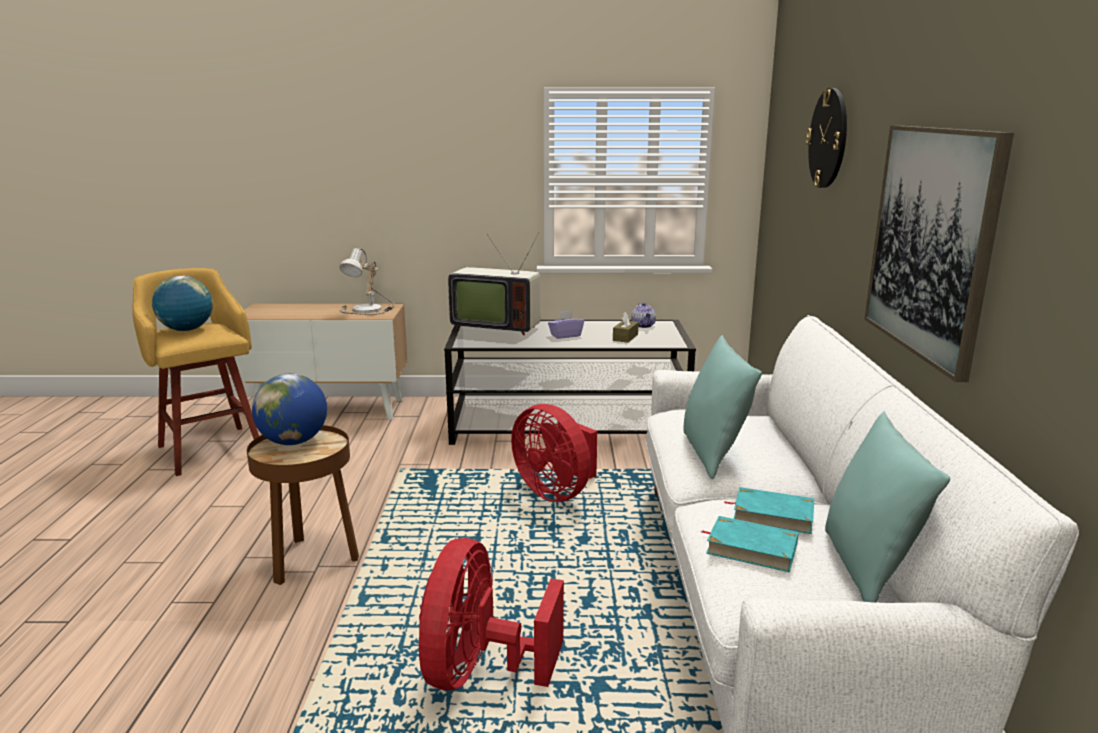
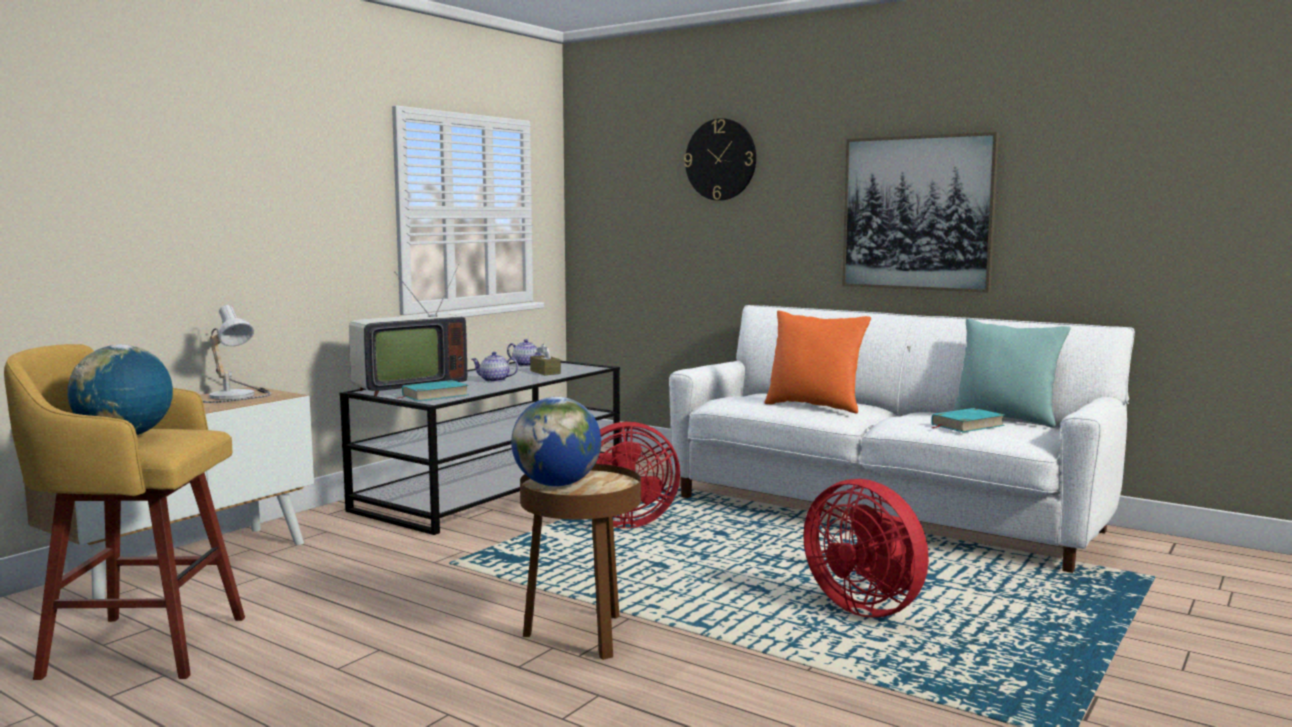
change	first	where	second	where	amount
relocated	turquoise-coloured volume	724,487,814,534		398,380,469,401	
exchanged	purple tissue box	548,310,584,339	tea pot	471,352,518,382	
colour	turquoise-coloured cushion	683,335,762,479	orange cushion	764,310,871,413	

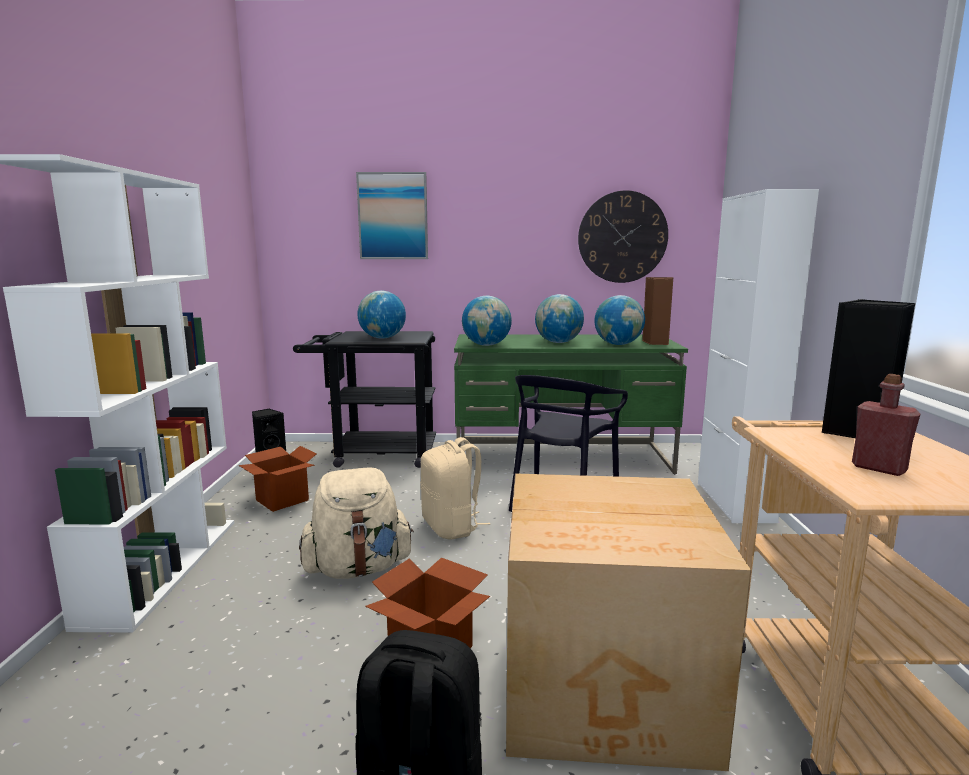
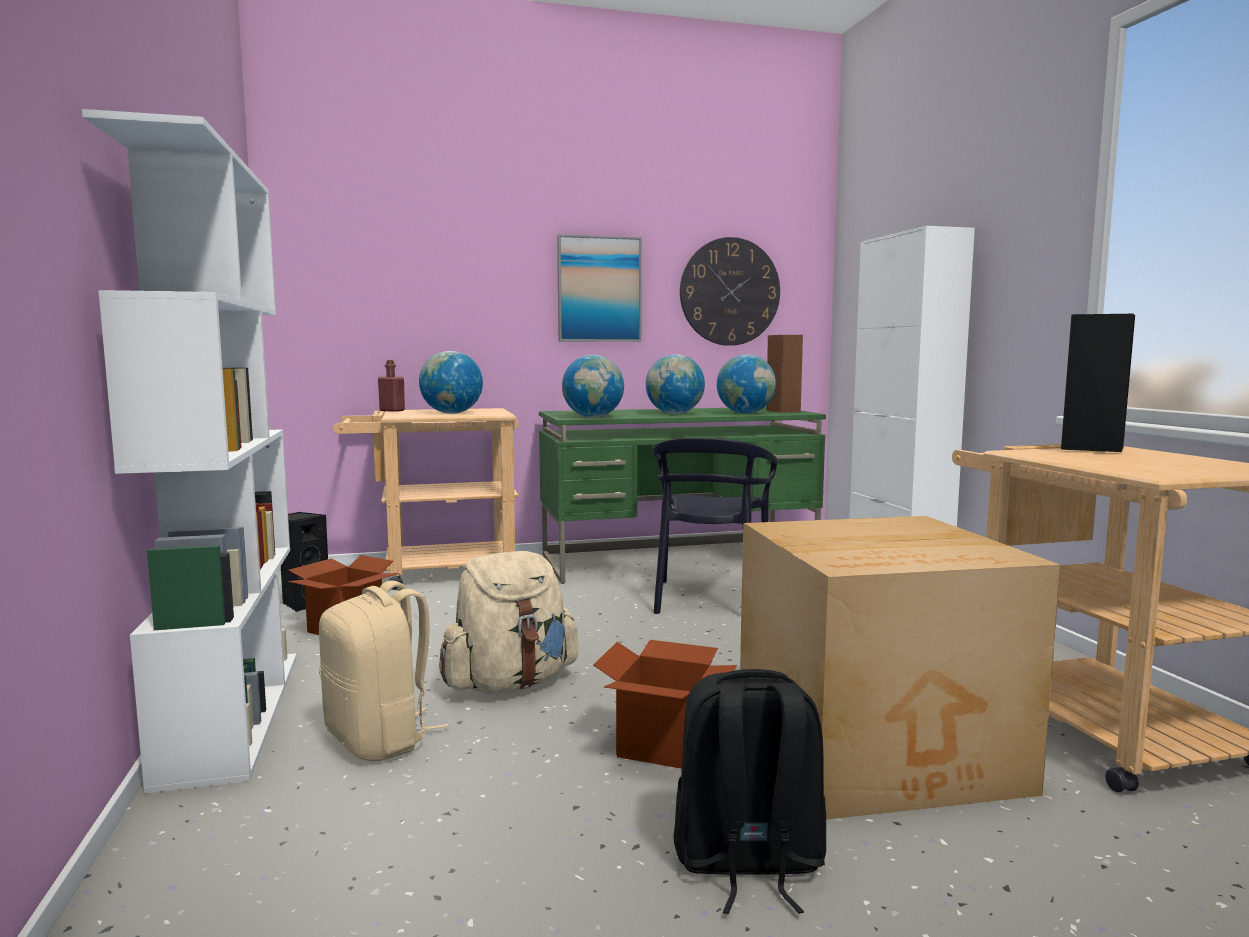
change	first	where	second	where	amount
relocated	wall picture	356,172,428,259		557,234,642,342	
relocated	beige rucksack	420,437,490,540		319,580,449,761	
relocated	reddish beverage bottle	852,374,921,476		378,360,405,412	
colour	black-coloured cart	293,331,436,468	beige cart	333,408,519,590	

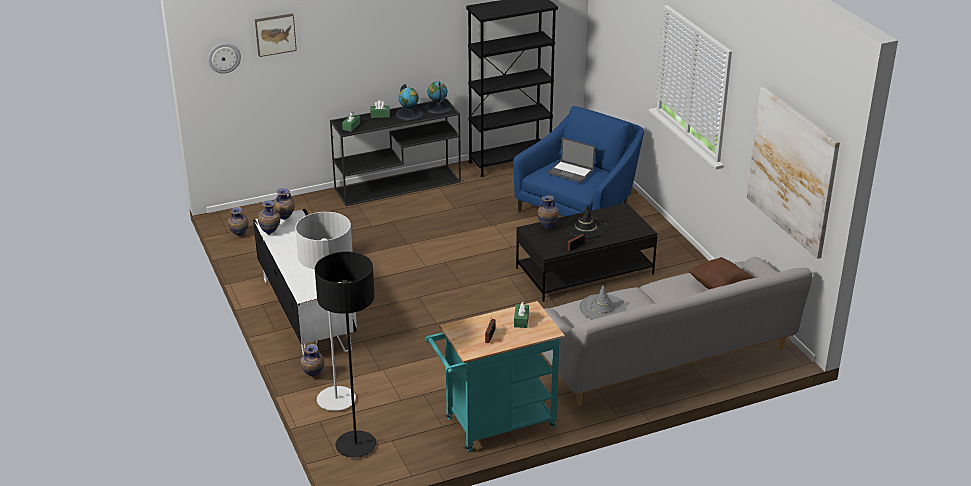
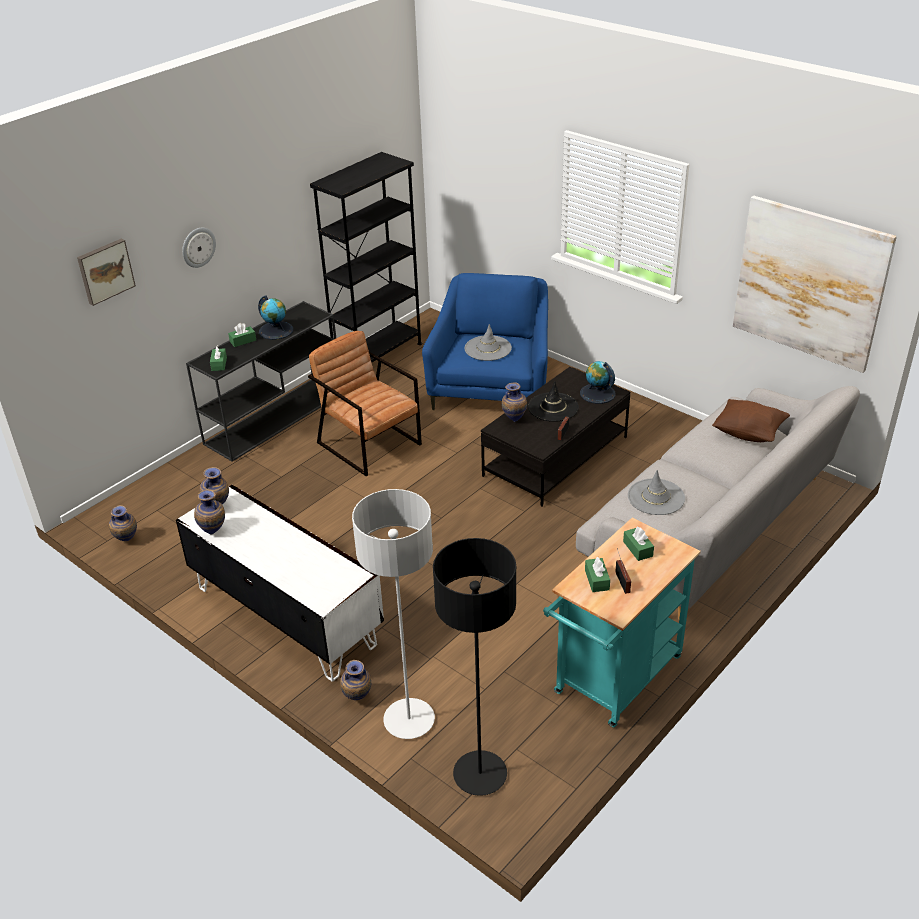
change	first	where	second	where	amount
appeared			brown-coloured lounge chair	308,331,422,476	
appeared			green tissue box	585,557,610,592	
relocated	clock on the wall	208,43,241,74		182,228,216,268	
relocated	world globe	424,81,452,114		580,361,616,404	
exchanged	portable computer	548,137,595,183	grey hat	465,324,512,361	

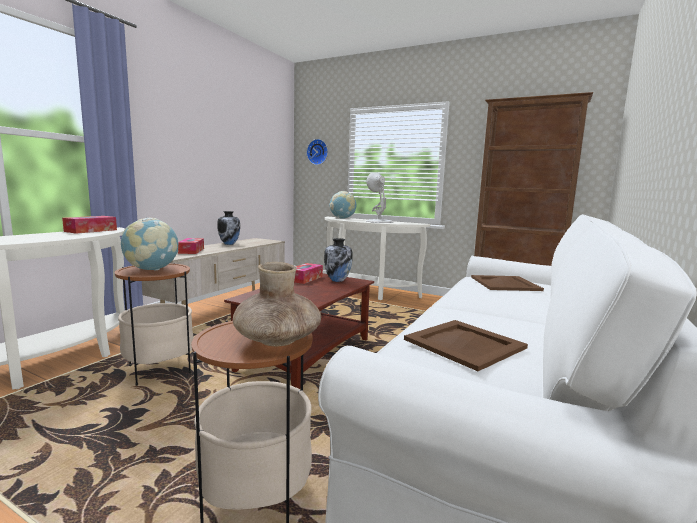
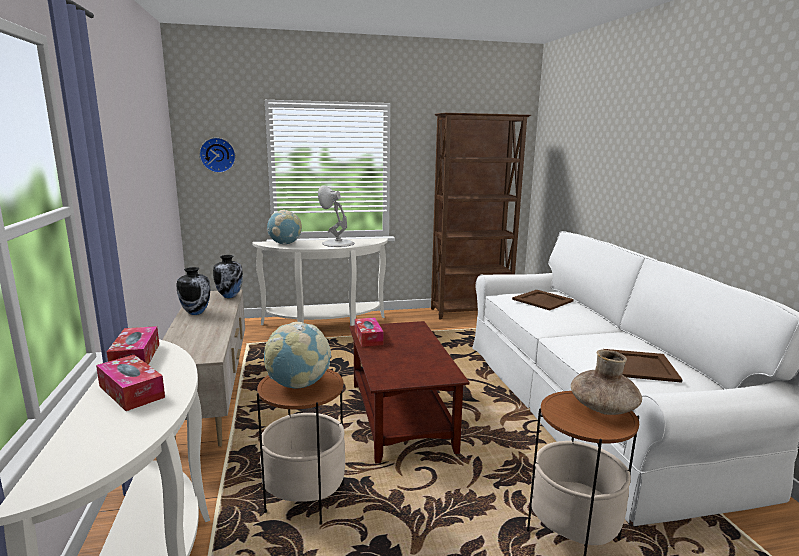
change	first	where	second	where	amount
relocated	tissue box	178,238,204,254		96,355,165,411	
relocated	vase	324,238,352,282		213,255,243,298	

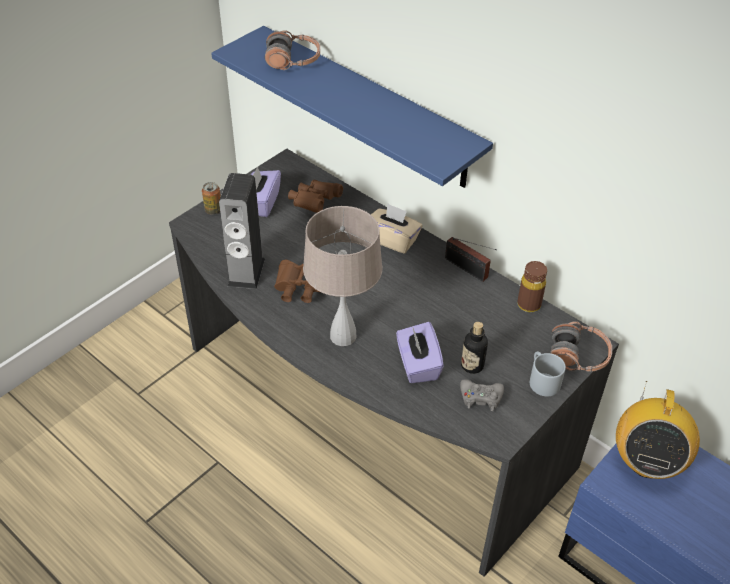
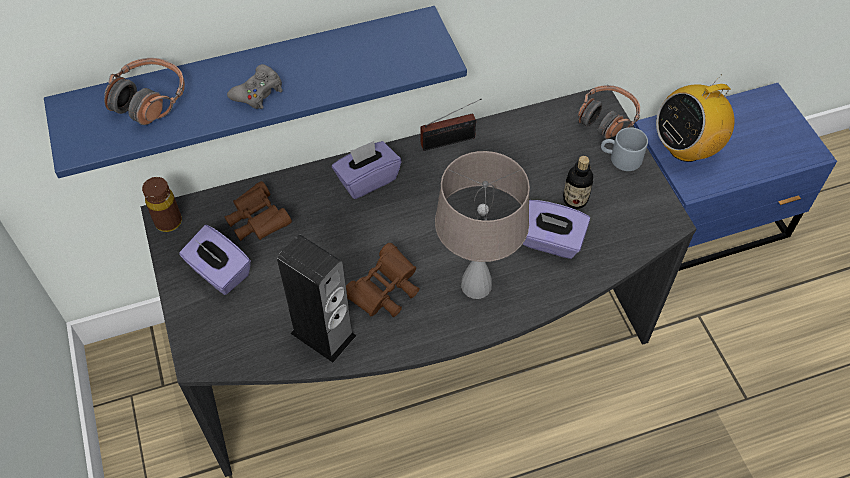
change	first	where	second	where	amount
missing	can	202,182,221,215			
relocated	grey joypad	460,379,504,411		227,64,283,109	
relocated	brown-coloured beverage bottle	517,261,547,312		142,177,182,232	
colour	beige tissue box	371,204,423,253	purple tissue box	332,141,401,199	
spun	radio set	616,381,700,479		656,74,735,162	105 degrees clockwise

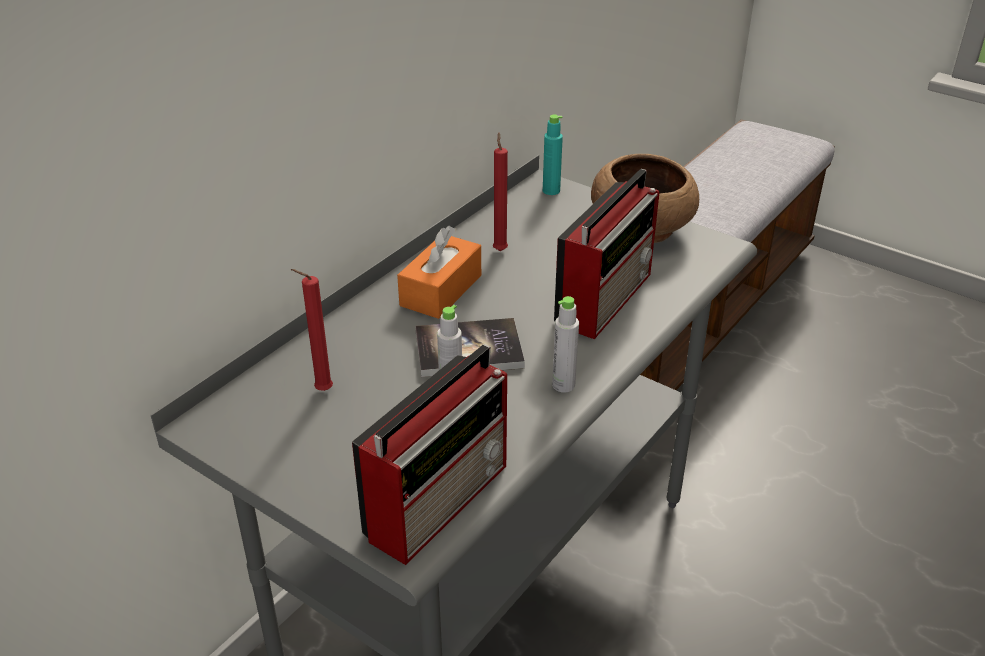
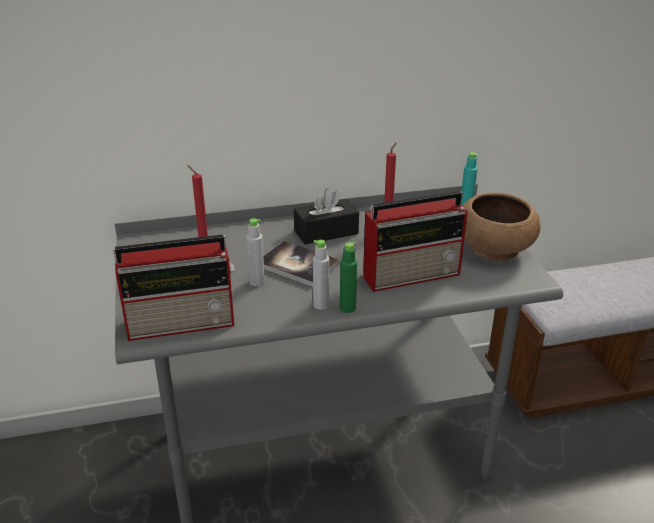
change	first	where	second	where	amount
appeared			green beverage bottle	340,242,357,313	
colour	orange tissue box	397,226,481,319	black-coloured tissue box	294,188,359,245	

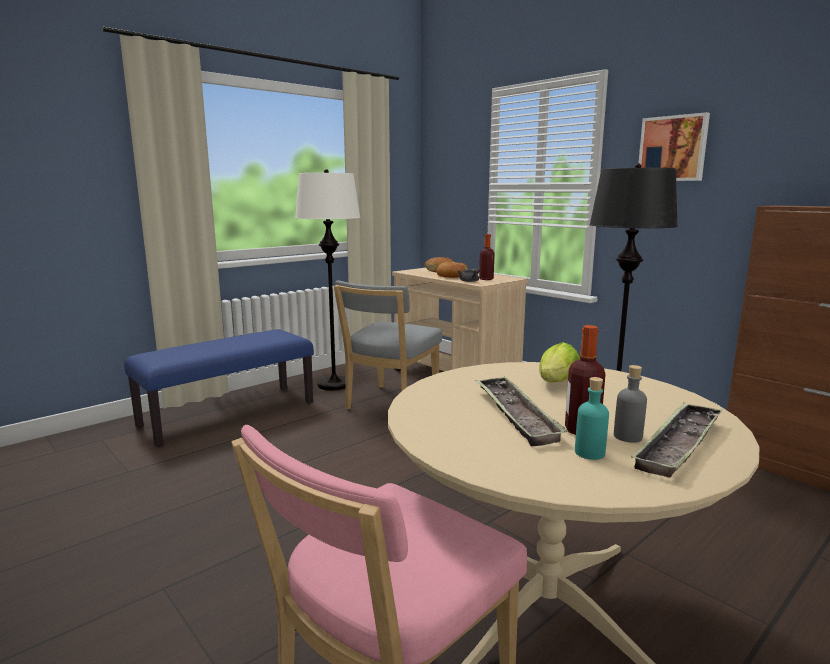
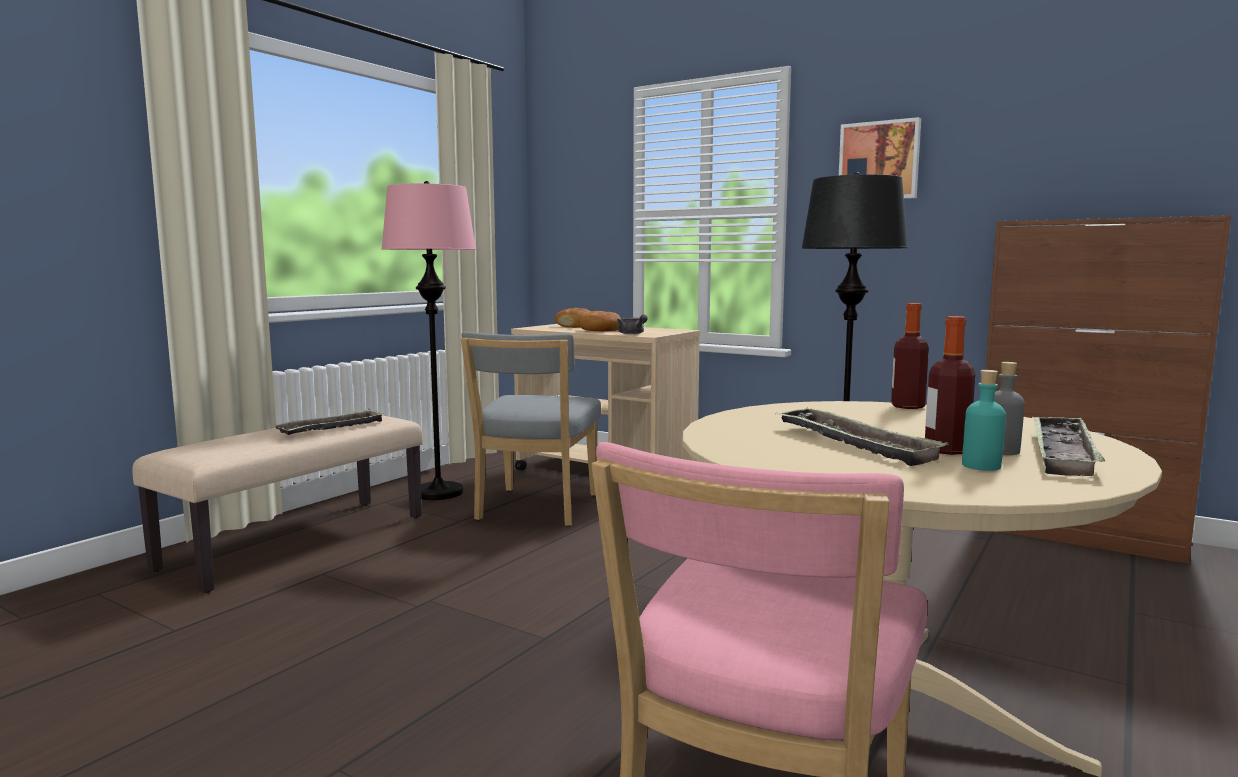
change	first	where	second	where	amount
missing	head of lettuce	539,342,580,383			
appeared			serving tray	274,409,385,435	
relocated	beverage bottle	479,234,495,280		891,303,929,409	
colour	bluish bench	124,329,314,447	beige bench	132,416,423,593	
colour	white-coloured standing lamp	295,169,360,391	pink-coloured standing lamp	381,181,476,500	

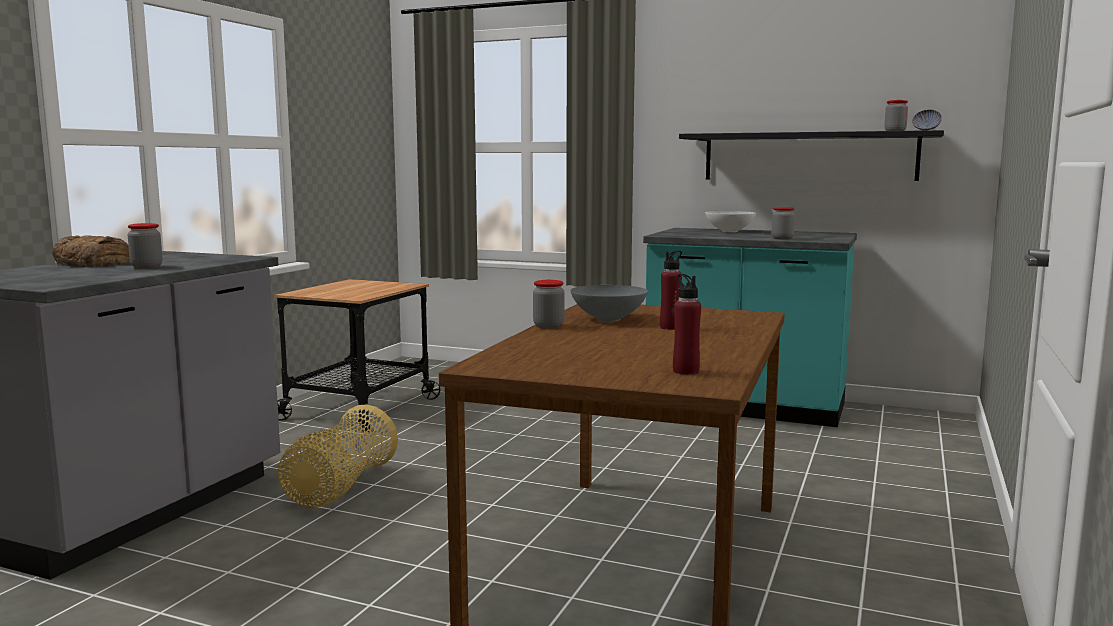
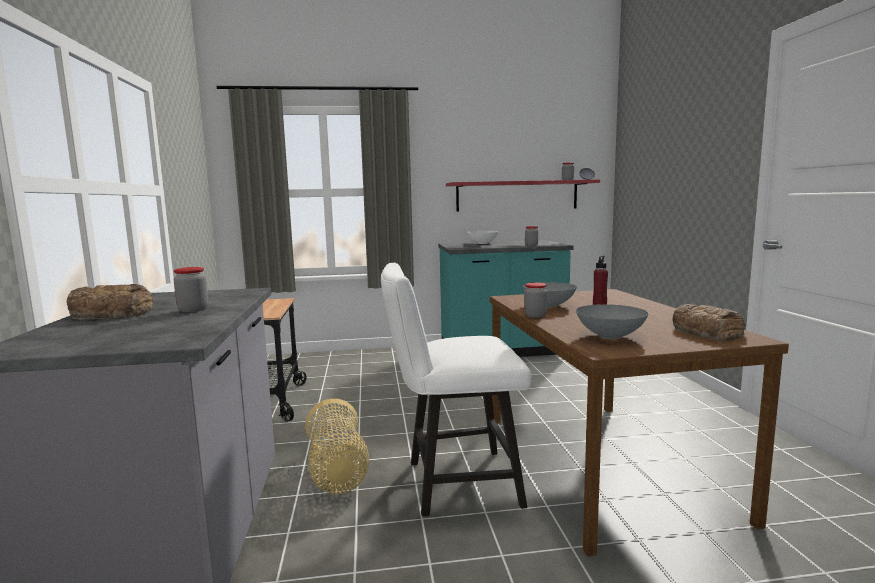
change	first	where	second	where	amount
appeared			white-coloured plain chair	381,263,531,516	
appeared			grey bowl	576,304,648,339	
exchanged	reddish beverage bottle	673,274,701,375	bakery bread	673,303,746,341	
colour	black-coloured bracket shelf	679,130,944,181	reddish bracket shelf	446,180,600,212	

